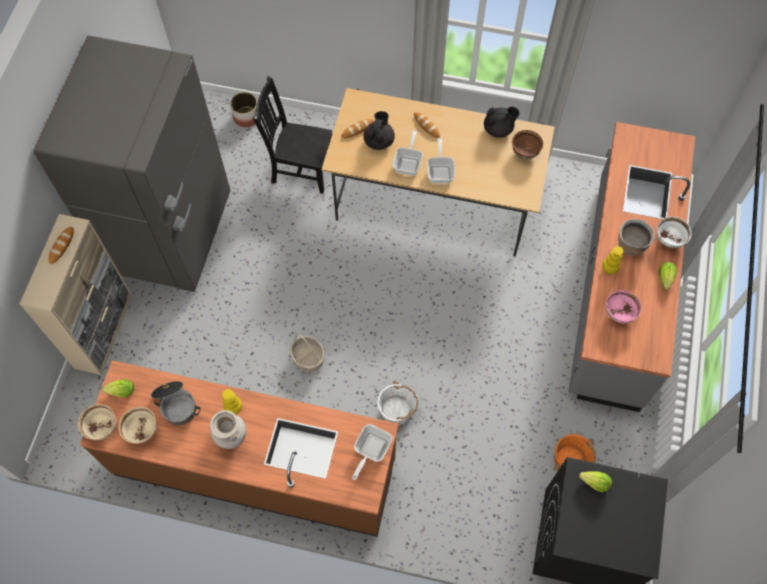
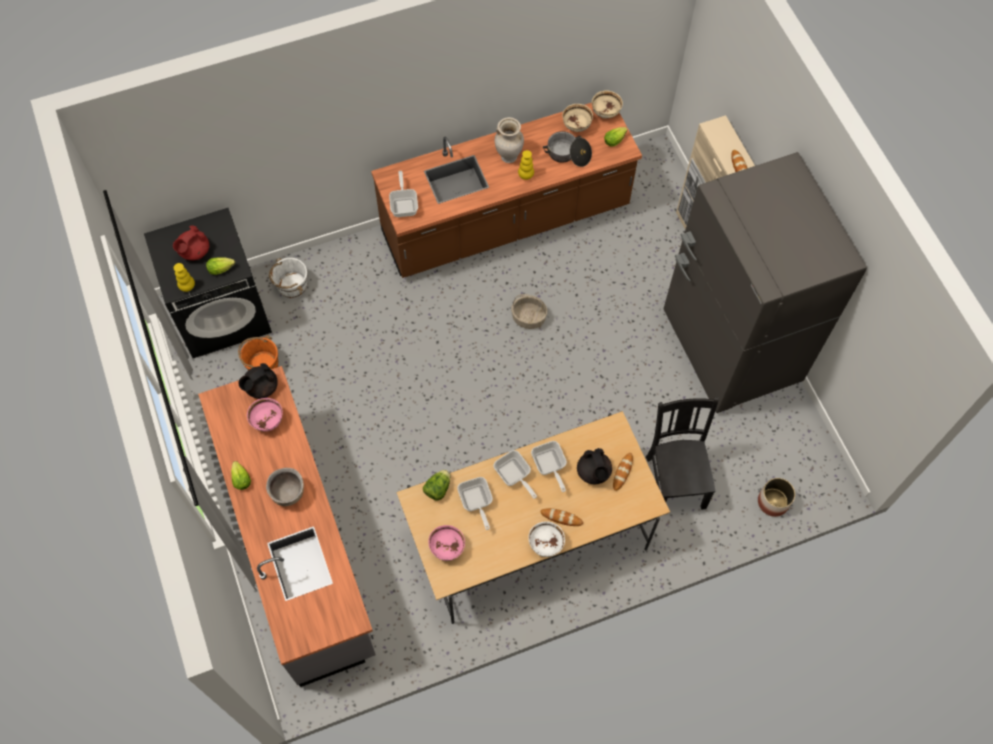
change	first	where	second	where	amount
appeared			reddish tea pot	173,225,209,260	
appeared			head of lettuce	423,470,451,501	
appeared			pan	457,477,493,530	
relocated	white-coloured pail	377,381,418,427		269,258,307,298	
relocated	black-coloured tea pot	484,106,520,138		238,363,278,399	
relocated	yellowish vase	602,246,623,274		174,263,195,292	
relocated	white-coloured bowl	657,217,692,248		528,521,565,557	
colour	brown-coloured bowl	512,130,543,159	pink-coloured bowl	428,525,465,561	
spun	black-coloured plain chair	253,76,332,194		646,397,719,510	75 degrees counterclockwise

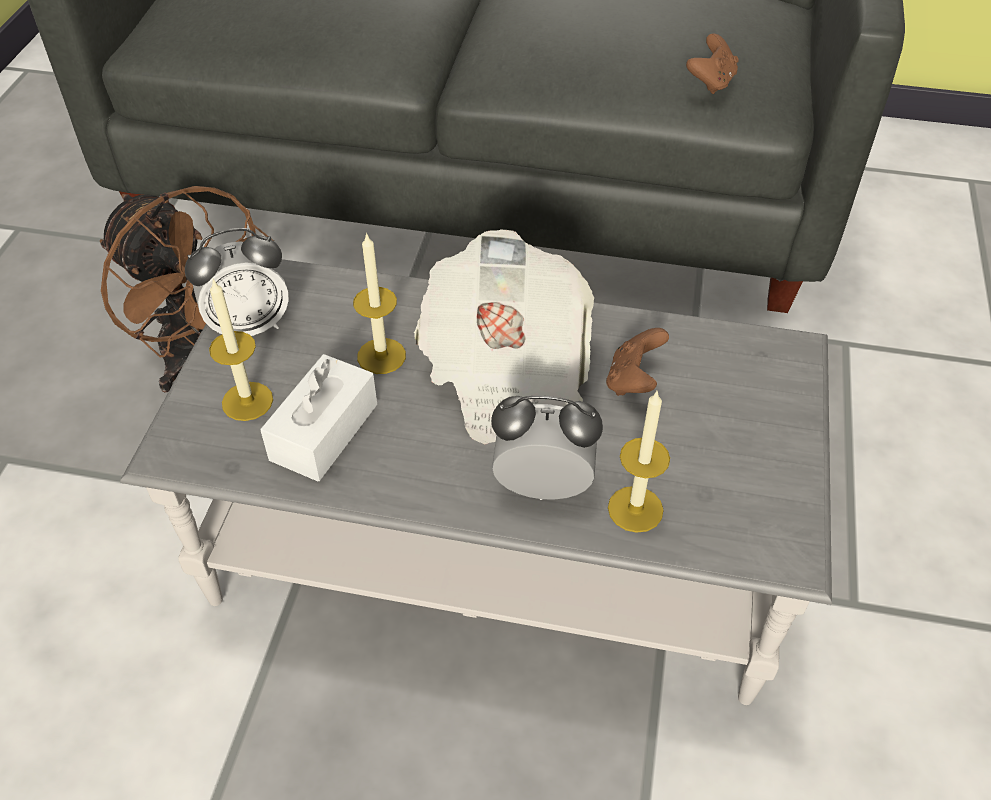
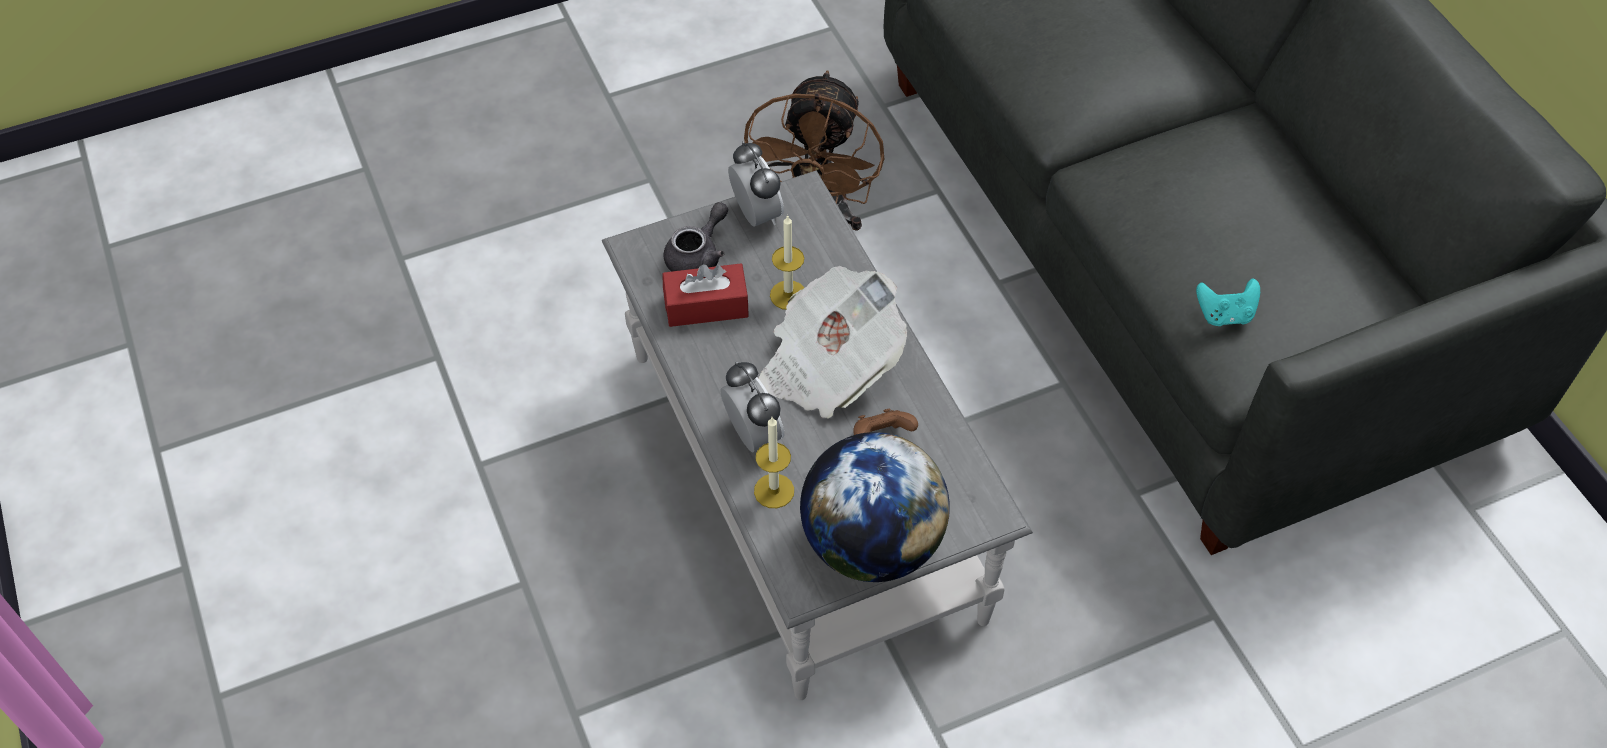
change	first	where	second	where	amount
appeared			world globe	800,432,950,582	
exchanged	wax light	209,279,273,421	grey tea pot	664,202,728,272	
colour	white-coloured tissue box	260,354,377,481	reddish tissue box	662,264,749,327	
colour	brown-coloured joypad	686,34,739,94	turquoise-coloured joypad	1196,278,1260,326	
spun	alarm clock	185,228,289,336		728,141,784,227	150 degrees counterclockwise

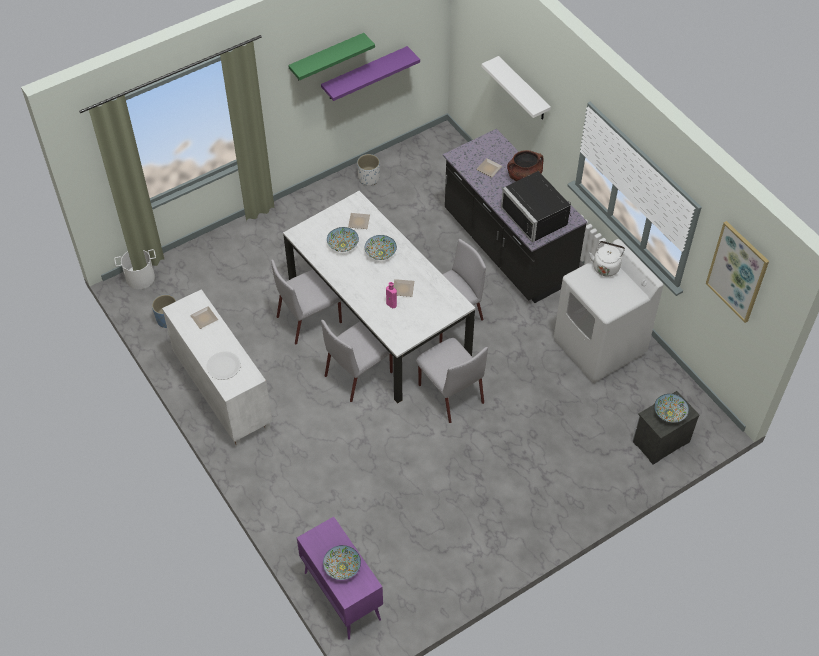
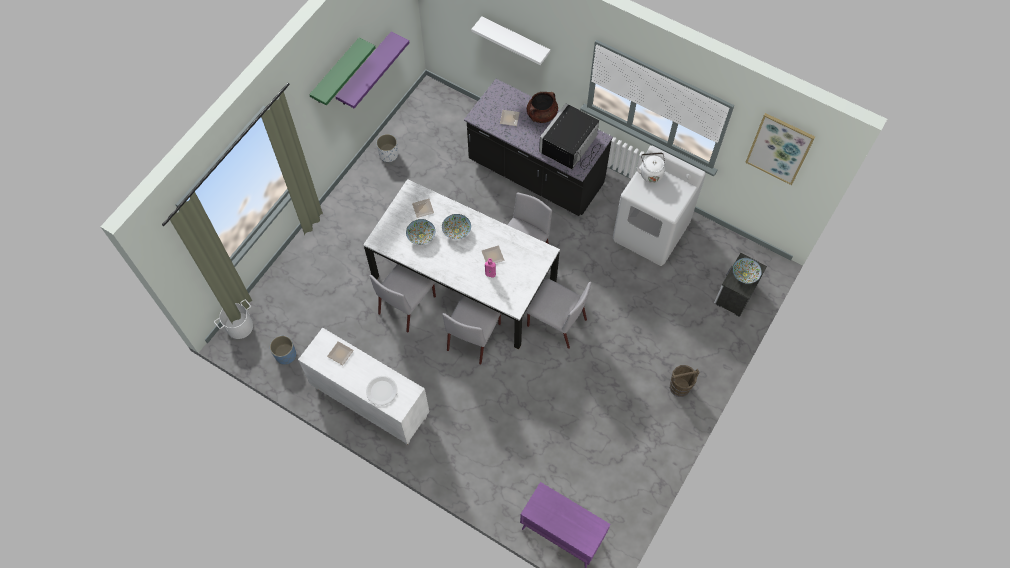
change	first	where	second	where	amount
missing	bowl	323,545,361,580			
appeared			brown-coloured pail	669,365,699,397	
spun	black-coloured kitchen microwave	501,171,571,242		539,103,601,169	90 degrees clockwise

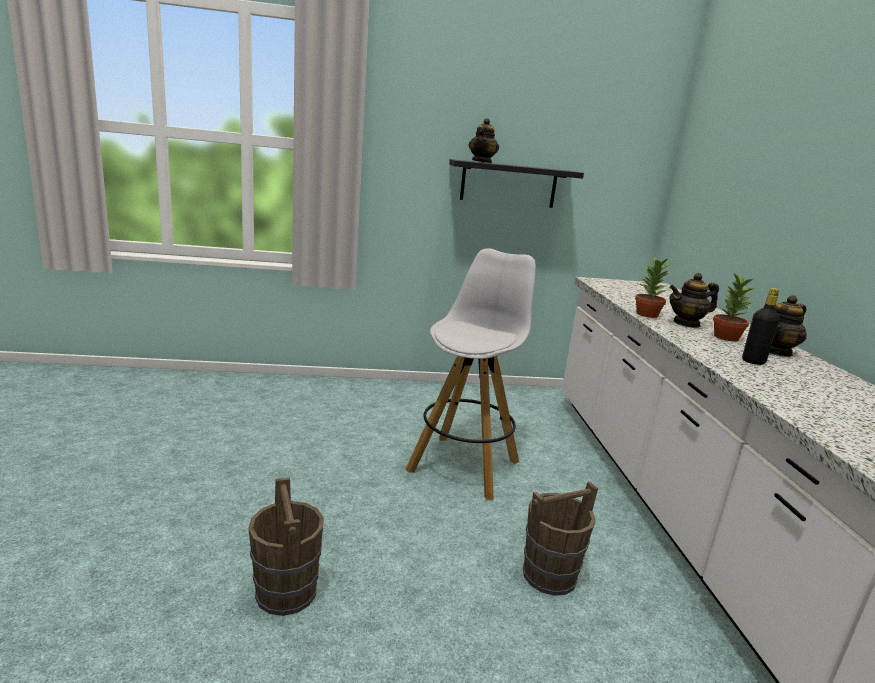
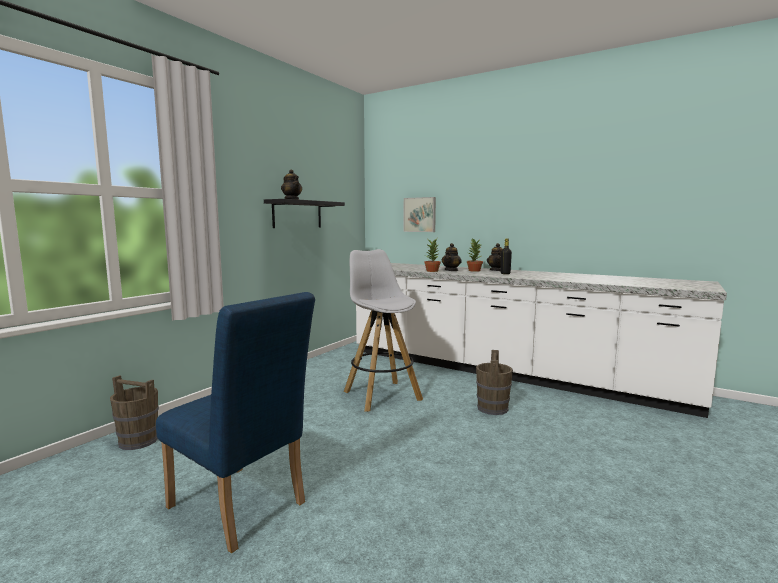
change	first	where	second	where	amount
appeared			bluish plain chair	156,292,315,553	
appeared			wall picture	403,197,436,232	
relocated	brown-coloured pail	248,477,324,616		110,375,159,450	

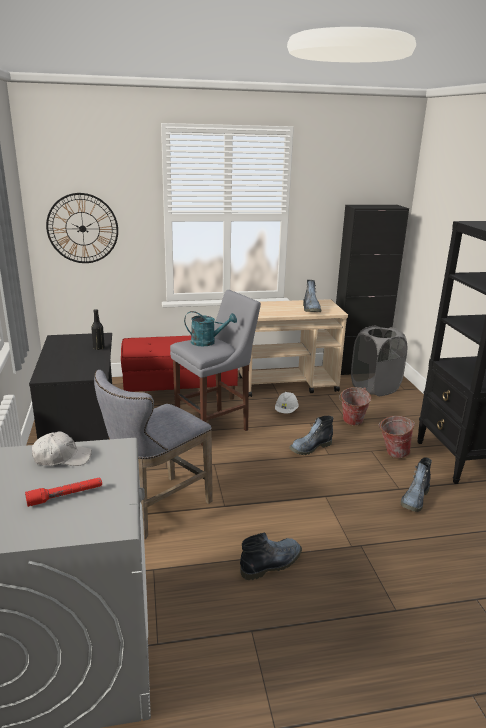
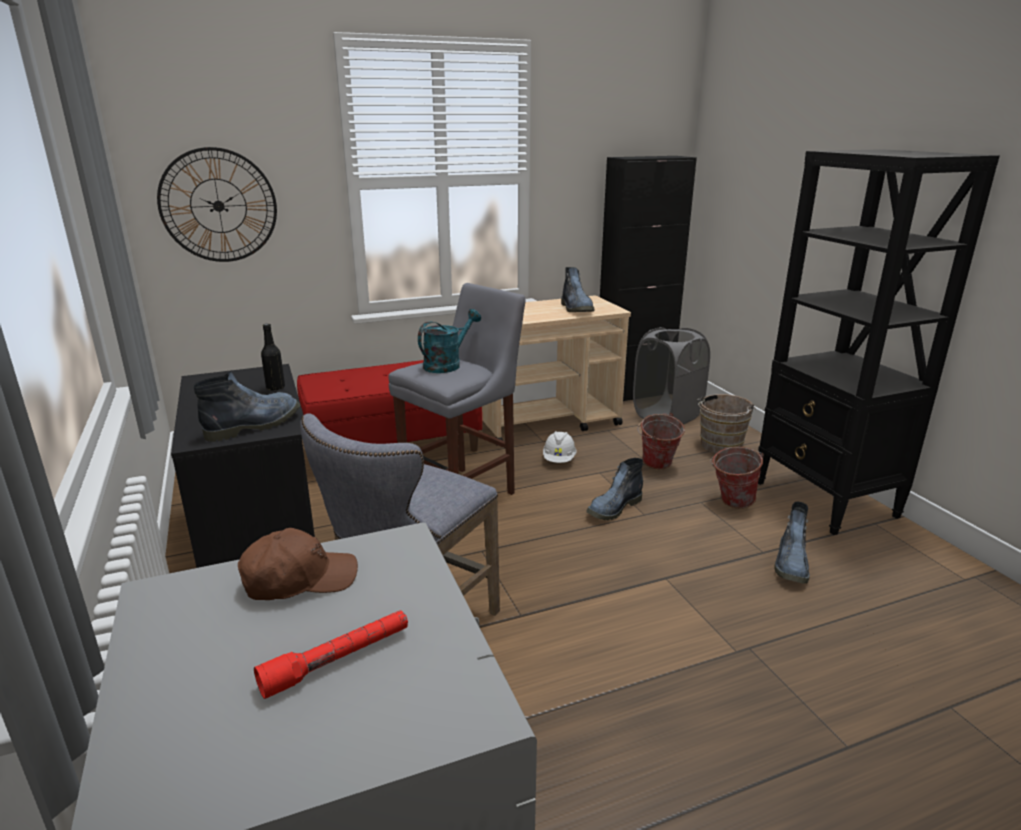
change	first	where	second	where	amount
appeared			brown-coloured pail	697,394,756,453	
relocated	tall boot	240,533,302,580		194,371,300,442	
colour	white-coloured baseball cap	32,431,92,466	brown-coloured baseball cap	238,528,358,600	
spun	turquoise-coloured watering pot	184,311,237,346		418,309,481,373	45 degrees counterclockwise

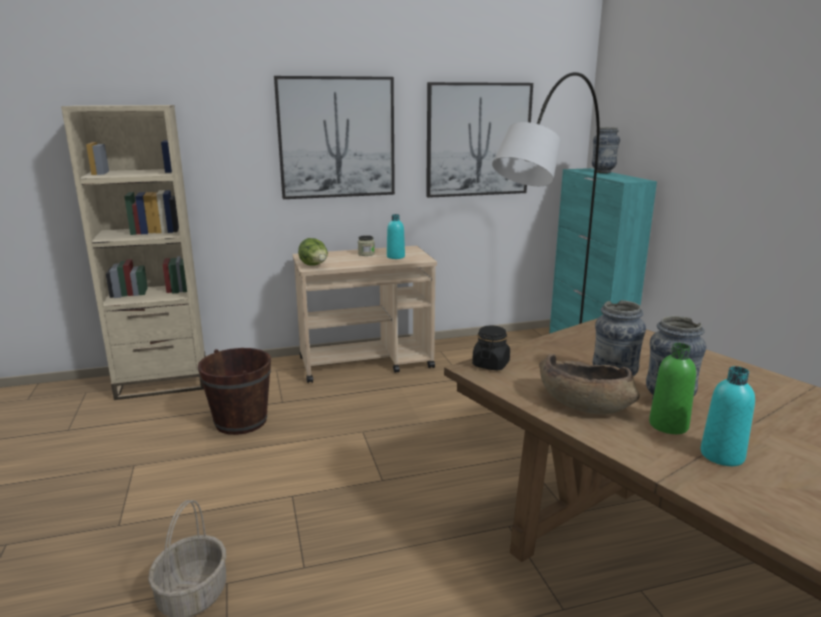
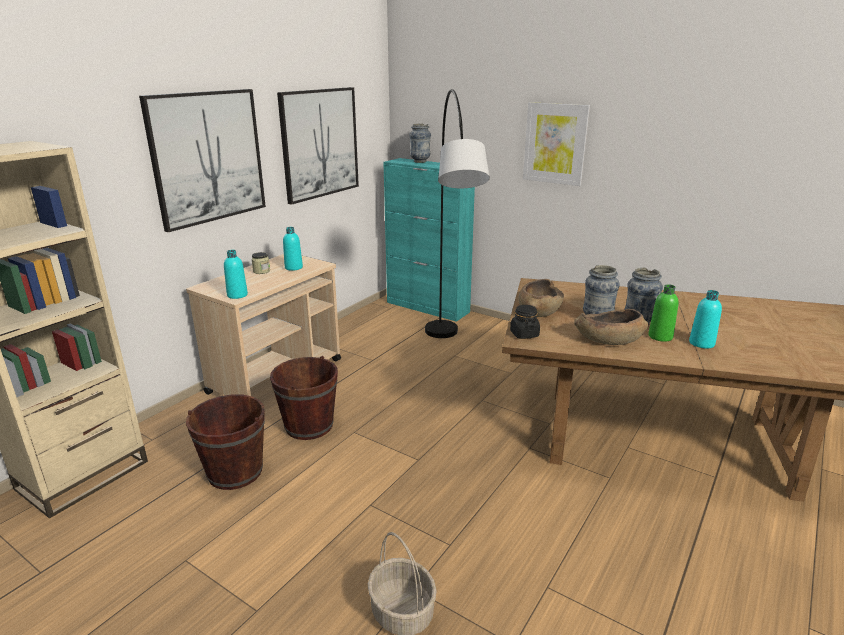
change	first	where	second	where	amount
appeared			brown-coloured pail	270,356,338,440	
appeared			brown-coloured bowl	518,279,564,317	
appeared			wall picture	523,102,590,186	
exchanged	head of lettuce	298,238,328,265	turquoise-coloured beverage bottle	224,250,248,299	

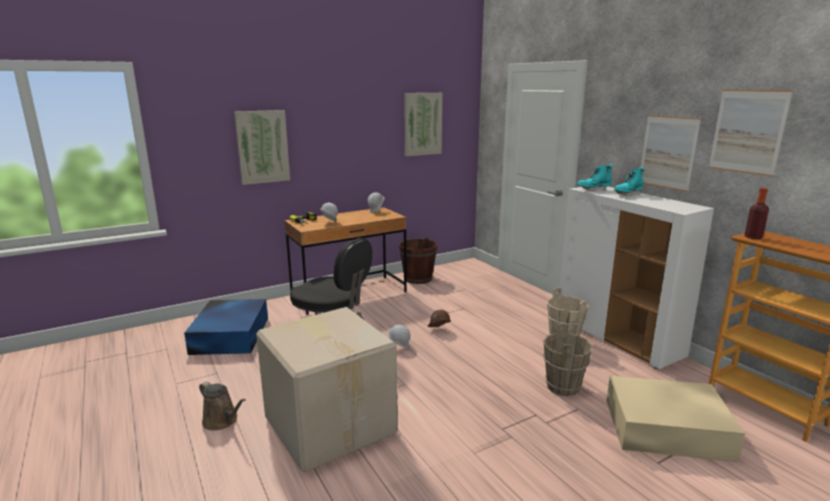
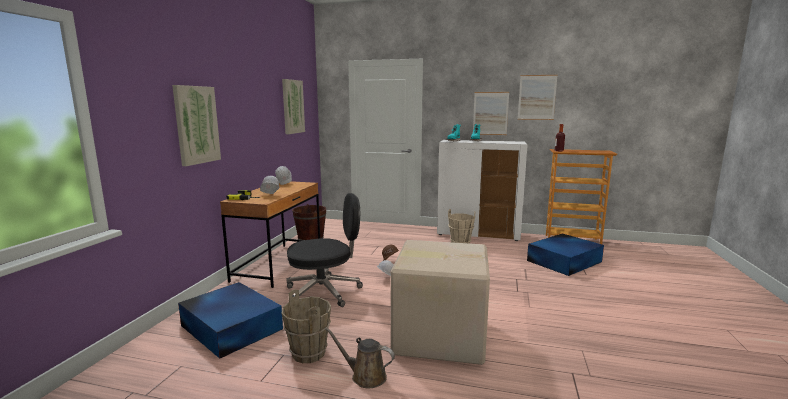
change	first	where	second	where	amount
relocated	brown-coloured pail	543,323,592,396		281,289,331,363	
colour	beige storage container	606,376,745,462	bluish storage container	527,233,604,276	
spun	brown-coloured watering pot	199,381,246,431		325,327,395,388	150 degrees counterclockwise

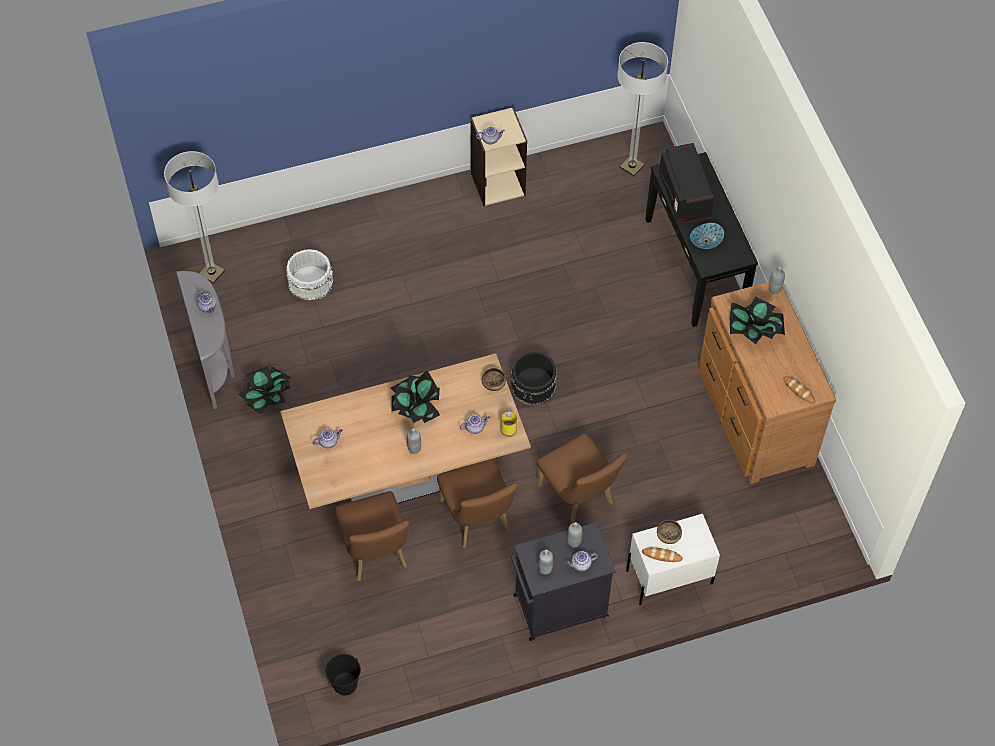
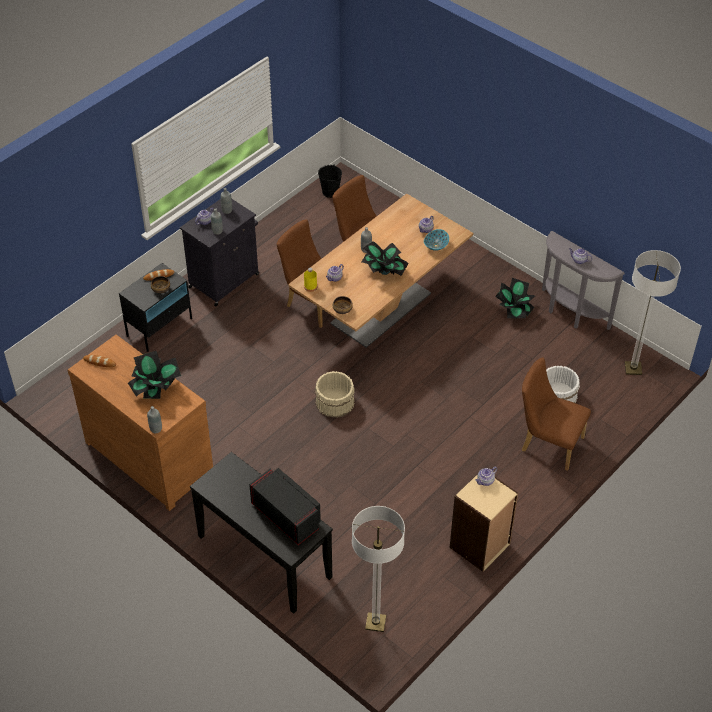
change	first	where	second	where	amount
relocated	brown-coloured plain chair	537,433,627,524		522,357,591,471	
relocated	bowl	690,223,724,249		424,229,449,251	
colour	black-coloured pail	511,351,557,406	beige pail	315,371,355,418	
colour	white-coloured bedside table	626,514,720,605	black-coloured bedside table	119,263,192,352	

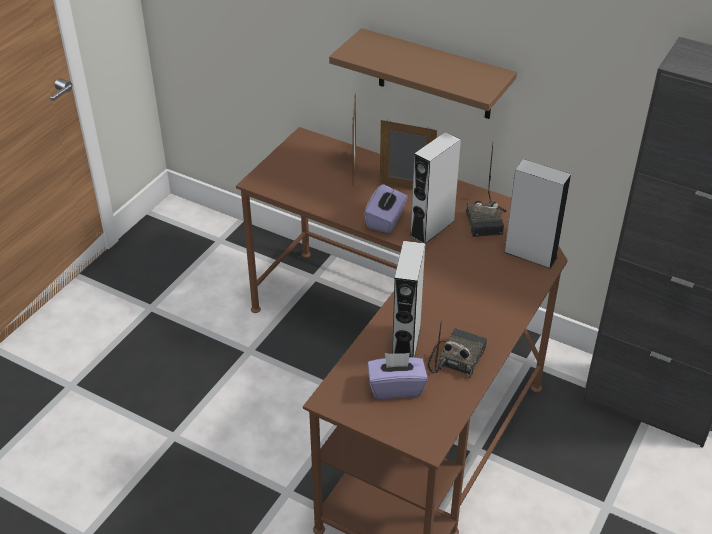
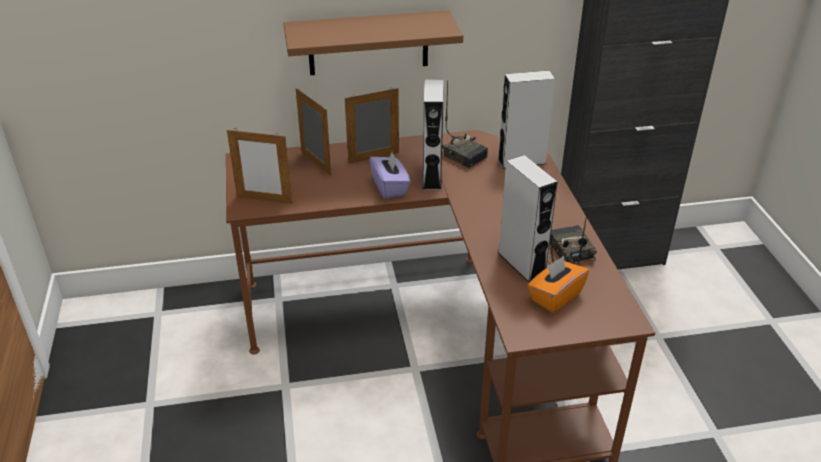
change	first	where	second	where	amount
appeared			picture frame	227,130,292,204	
colour	purple tissue box	367,353,428,399	orange tissue box	527,256,589,313	

